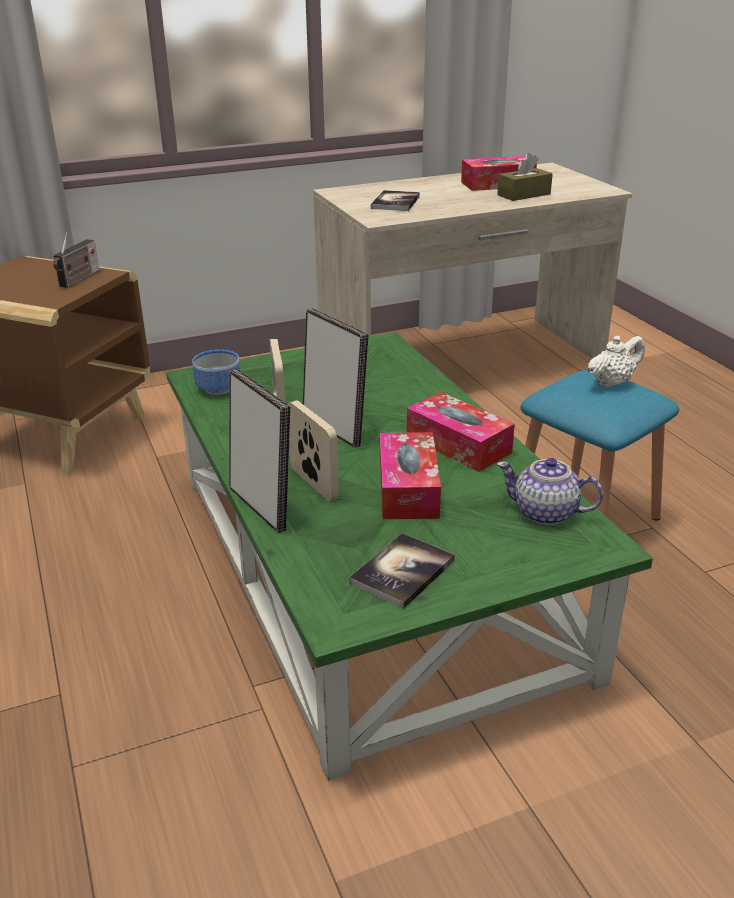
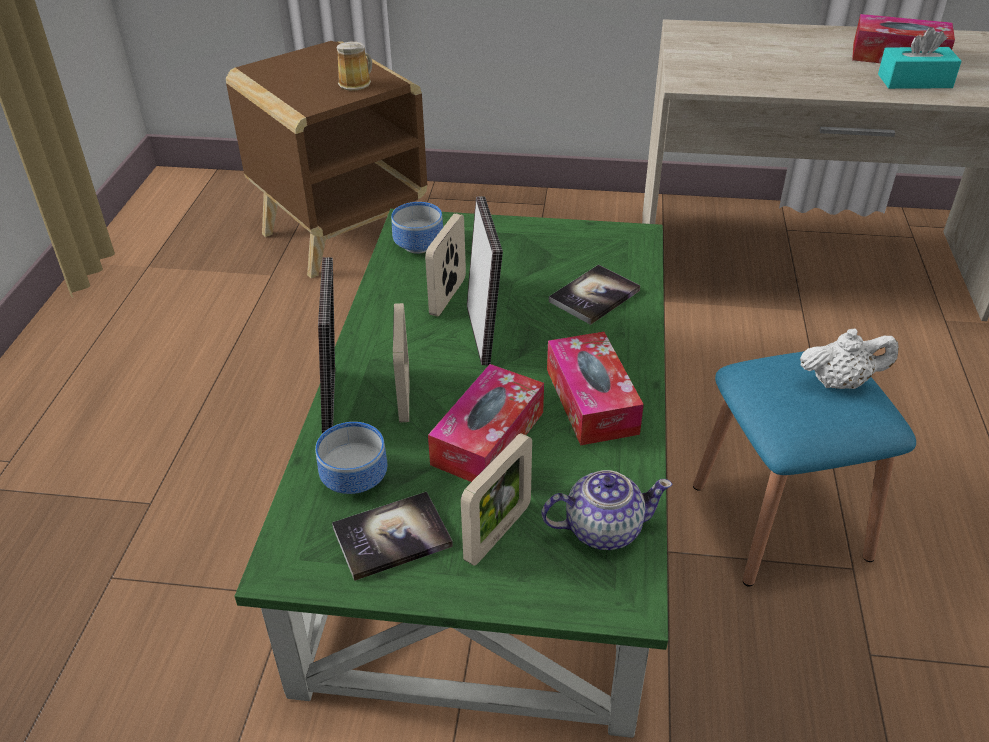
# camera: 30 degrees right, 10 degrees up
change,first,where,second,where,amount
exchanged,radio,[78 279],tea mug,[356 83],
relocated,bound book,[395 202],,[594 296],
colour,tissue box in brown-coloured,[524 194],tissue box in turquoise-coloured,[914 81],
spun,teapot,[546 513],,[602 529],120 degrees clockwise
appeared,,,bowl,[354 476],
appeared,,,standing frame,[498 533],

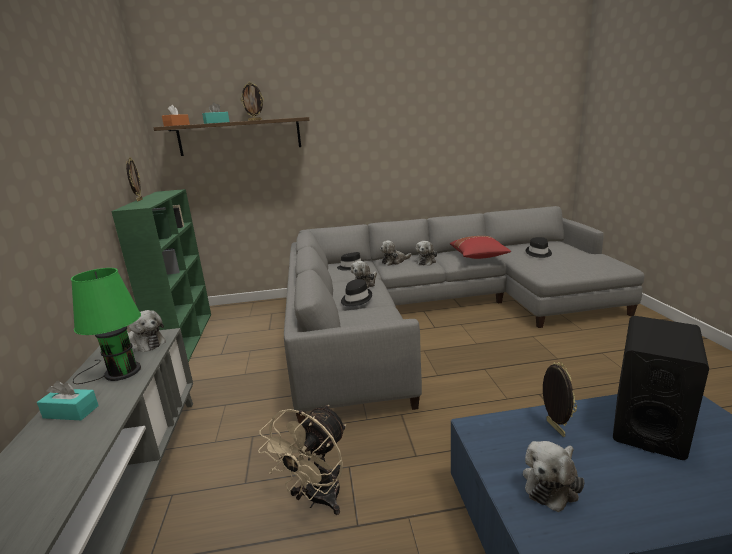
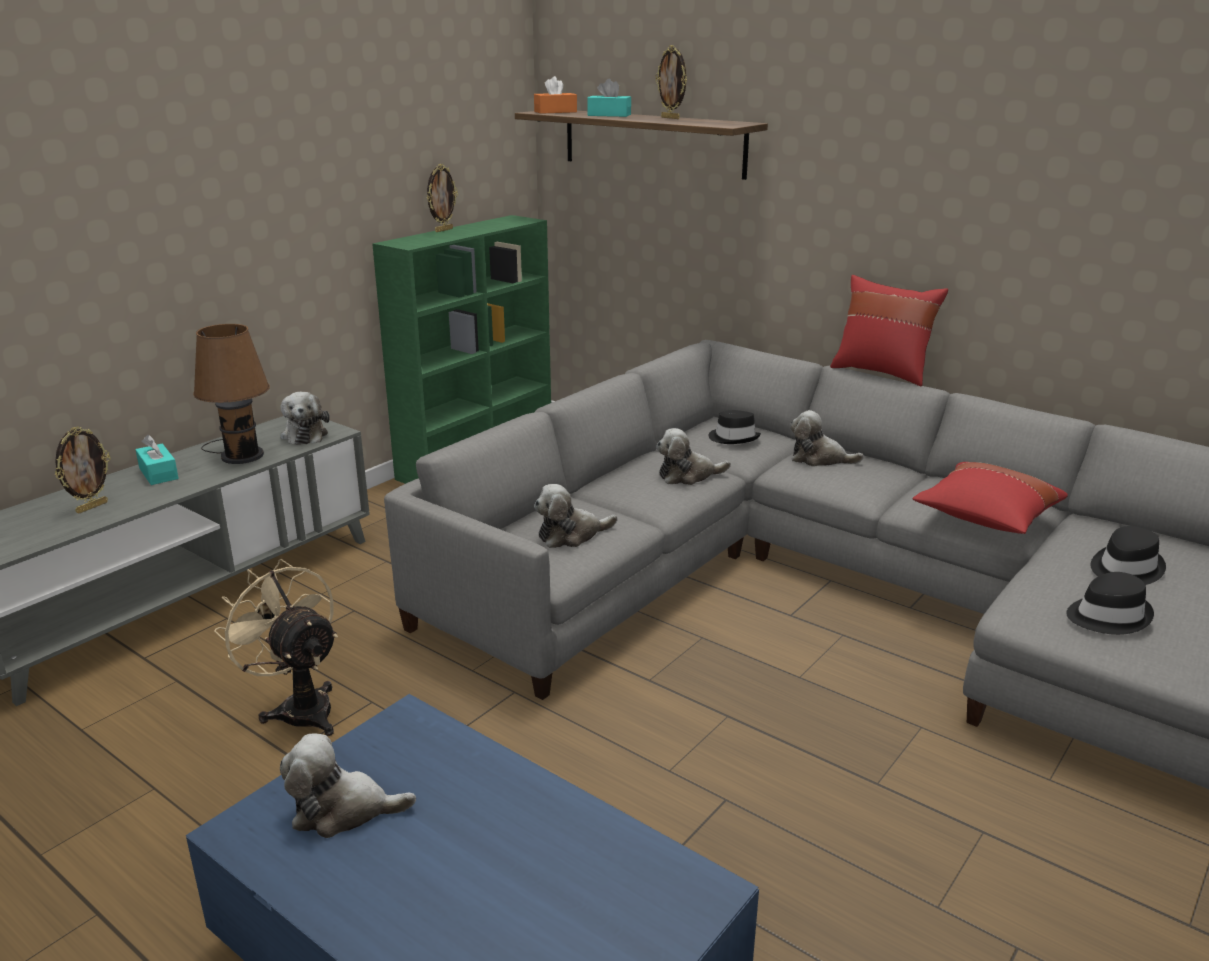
# camera: 45 degrees right, 5 degrees up
change,first,where,second,where,amount
colour,table lamp in green,[119 372],table lamp in brown-coloured,[240 454],
spun,electric fan in beige,[317 499],,[299 707],60 degrees clockwise
relocated,wearable hat in black-coloured,[355 299],,[1107 616],
relocated,plush toy,[426 261],,[571 535],
relocated,standing frame,[554 428],,[91 507],
missing,audio speaker in black-coloured,[648 425],,,
appeared,,,pillow in red,[882 372],

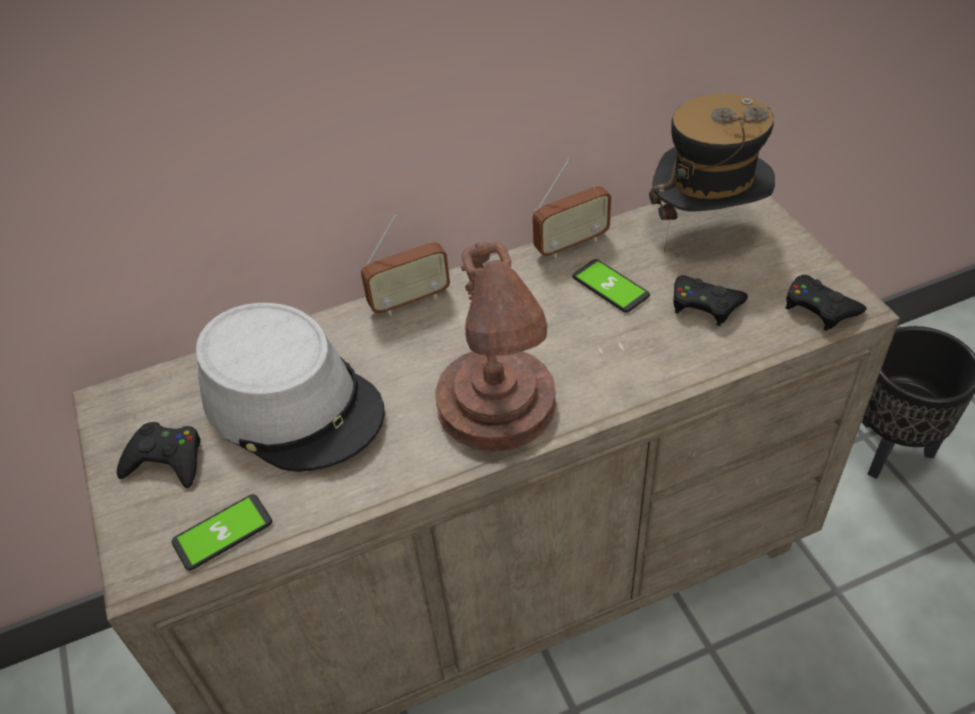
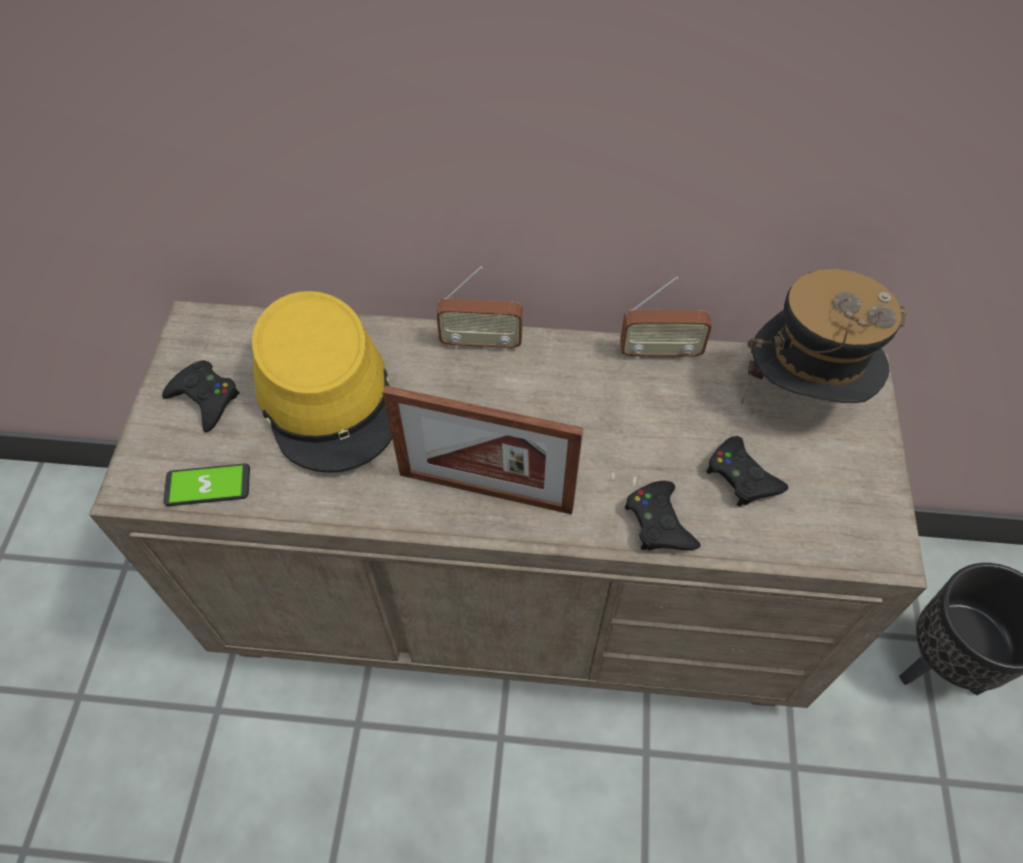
# camera: 25 degrees right, 10 degrees up
change,first,where,second,where,amount
colour,wearable hat in greyish,[293 403],wearable hat in yellow-coloured,[328 395],
exchanged,table lamp in brown-coloured,[499 412],standing frame,[485 491],
missing,handset,[610 286],,,
relocated,game controller in black-coloured,[820 307],,[659 522],

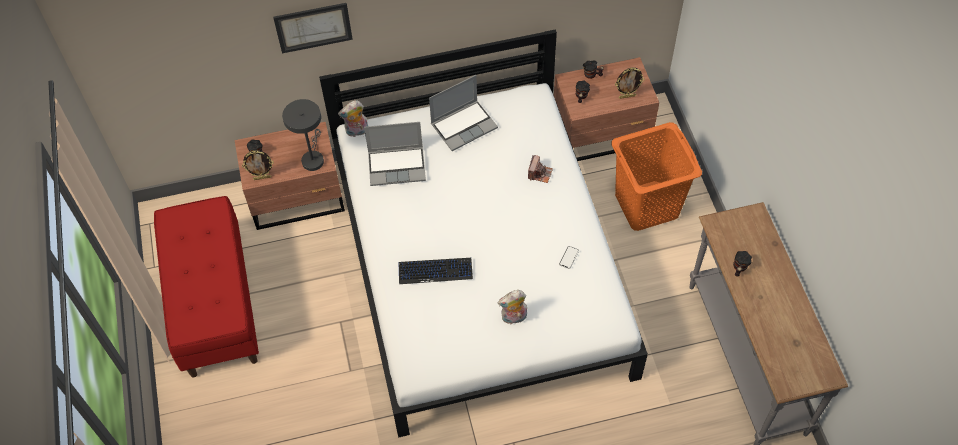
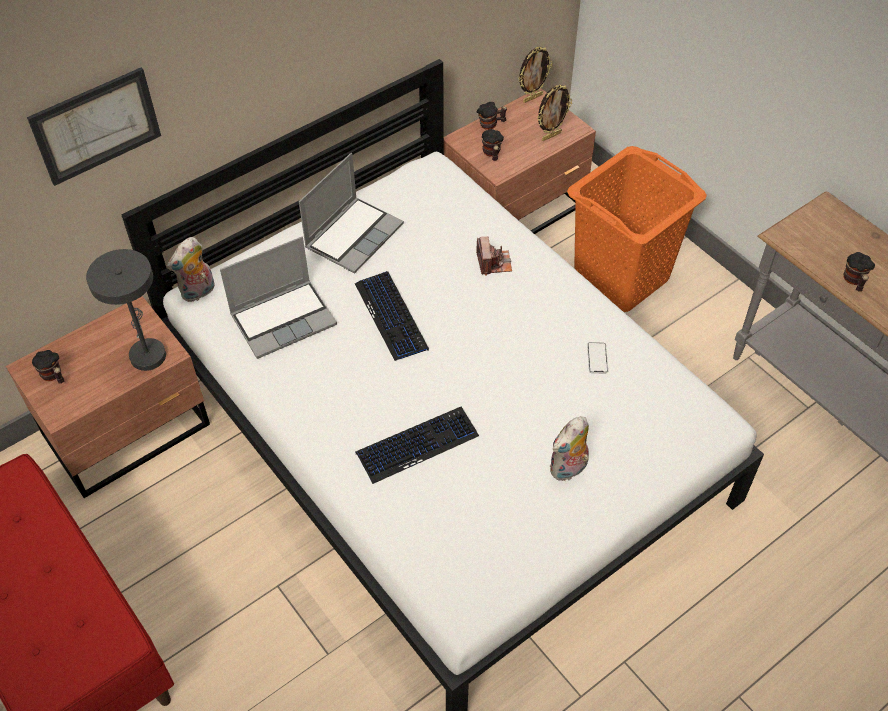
# camera: 25 degrees left, 5 degrees down
change,first,where,second,where,amount
relocated,standing frame,[262 177],,[532 98],
appeared,,,keyboard,[391 316],

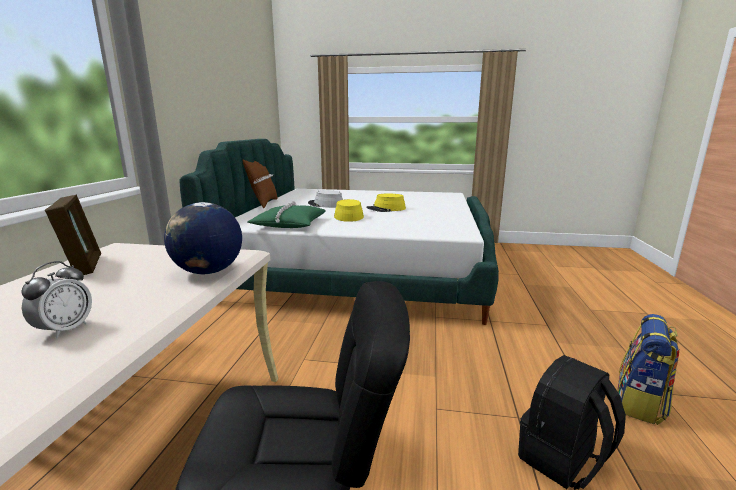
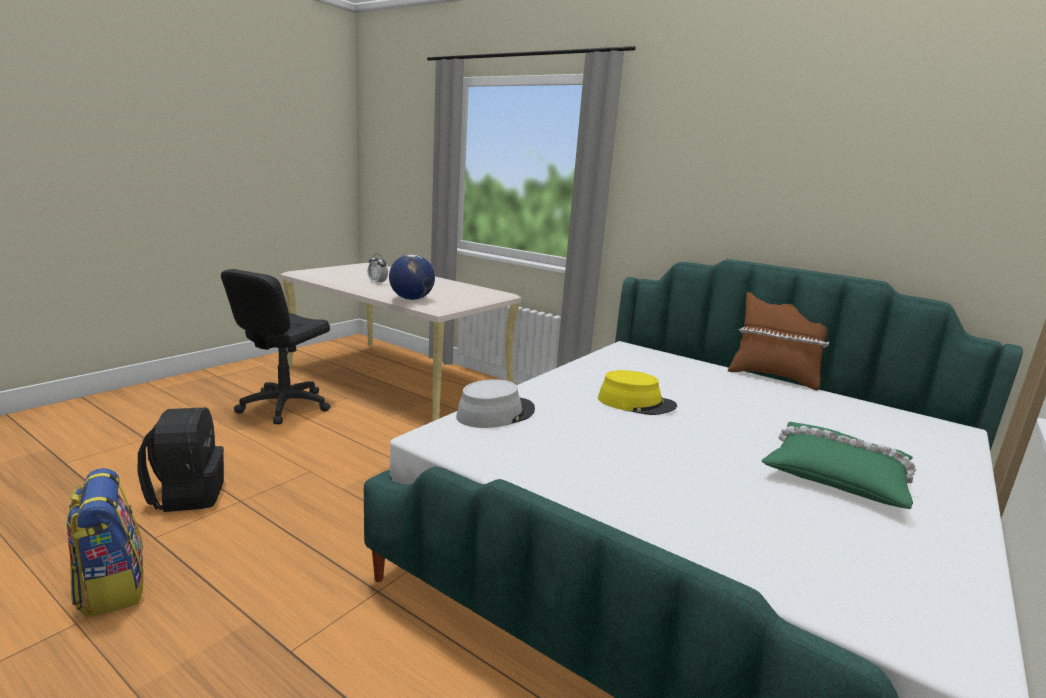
# camera: 115 degrees right, 0 degrees up
change,first,where,second,where,amount
missing,standing frame,[83 266],,,
relocated,pillow in green,[289 224],,[836 474],
relocated,wearable hat in greyish,[325 204],,[495 413],
missing,wearable hat in yellow-coloured,[386 209],,,

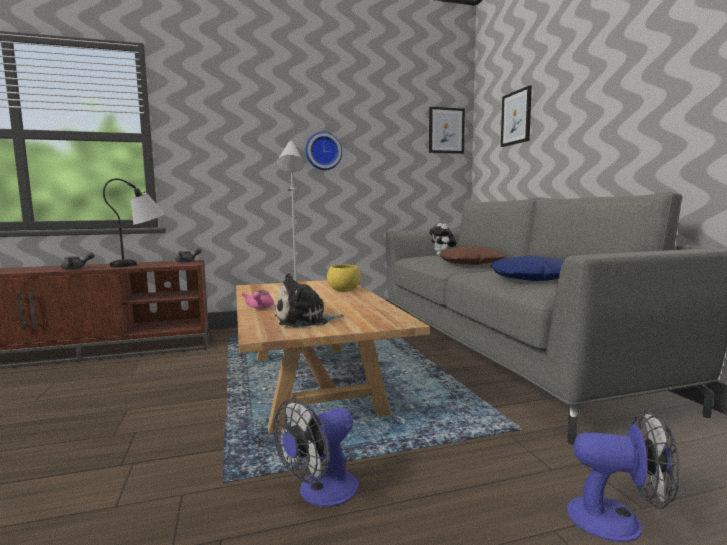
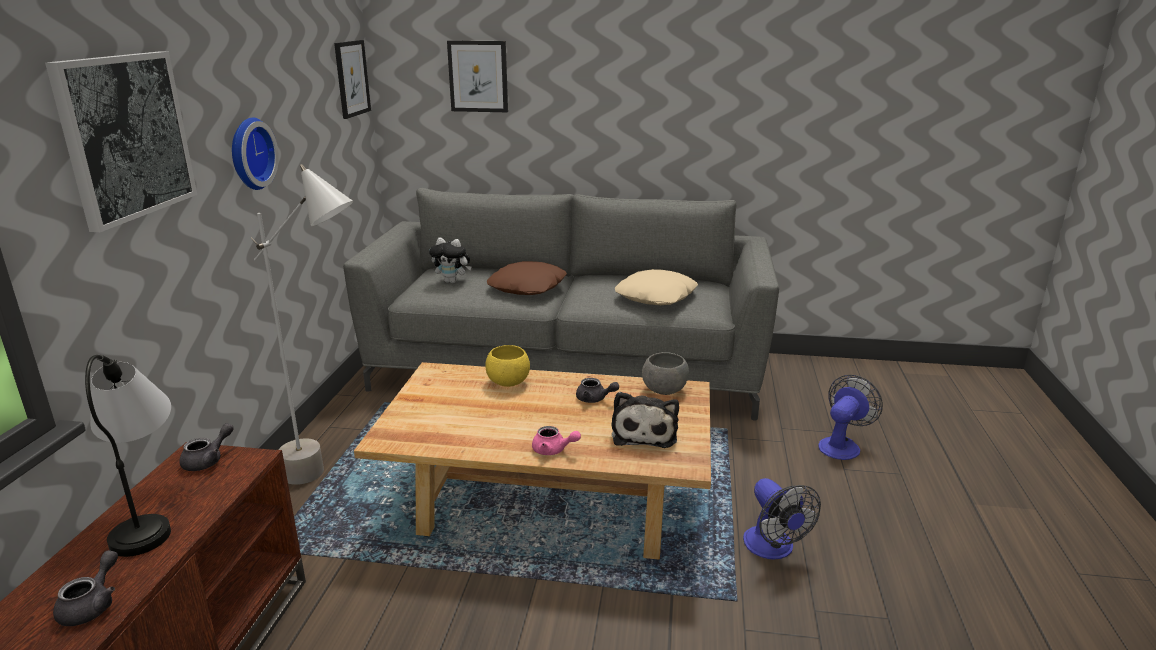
# camera: 65 degrees left, 15 degrees up
change,first,where,second,where,amount
colour,pillow in blue,[532 278],pillow in beige,[656 296],
appeared,,,wall art,[125 137],
appeared,,,teapot in greyish,[594 399],
appeared,,,bowl in greyish,[665 391],

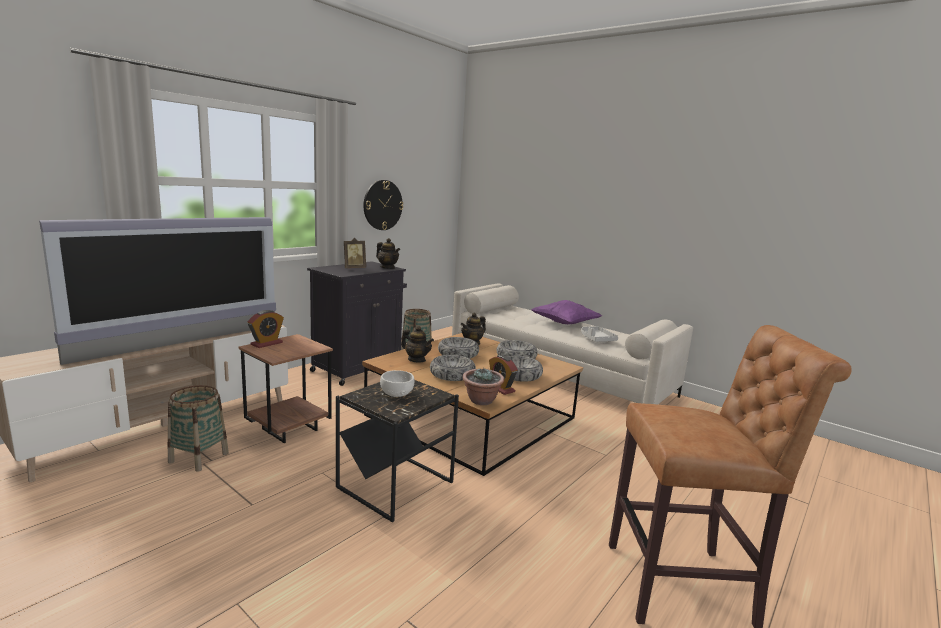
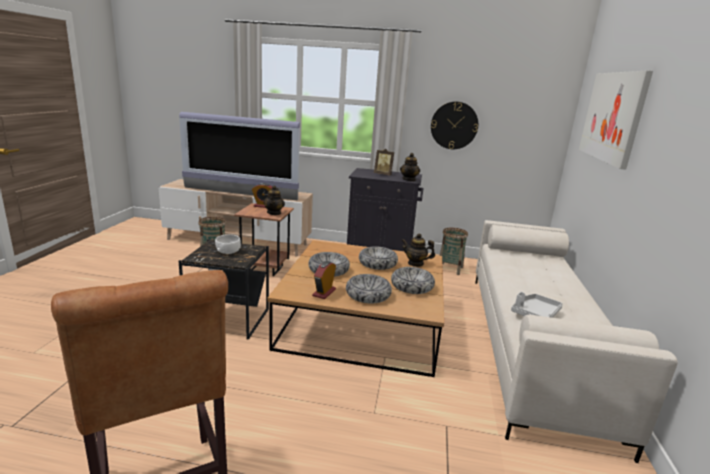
# camera: 60 degrees right, 5 degrees up
change,first,where,second,where,amount
relocated,teapot,[416 360],,[274 213],
missing,potted plant,[481 401],,,
missing,pillow in purple-coloured,[565 324],,,
appeared,,,wall art,[612 116],

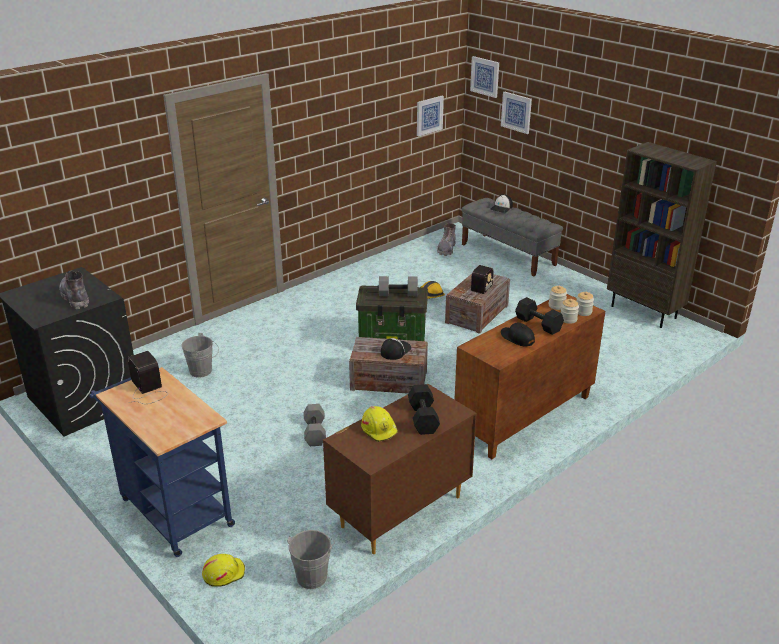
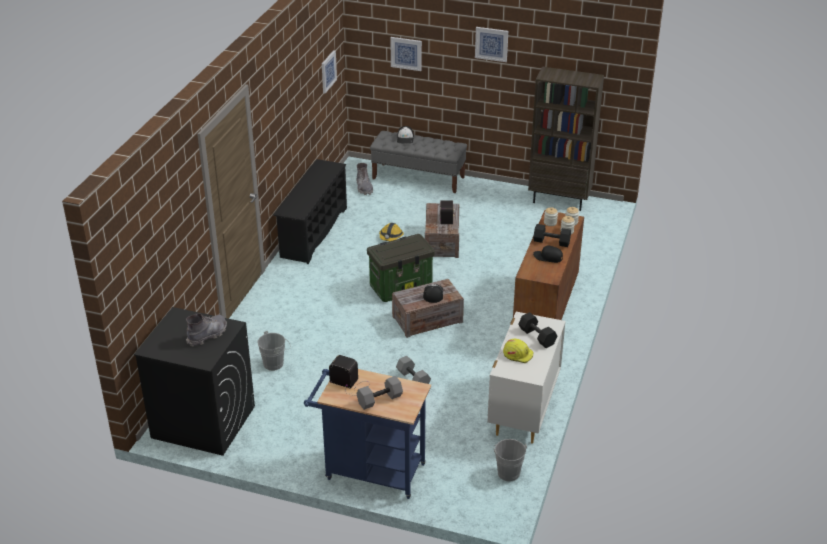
# camera: 30 degrees left, 5 degrees up
change,first,where,second,where,amount
spun,boot in greyish,[75 298],,[207 335],105 degrees clockwise
missing,safety helmet in yellow-coloured,[223 573],,,
colour,chest of drawers in brown-coloured,[399 511],chest of drawers in whitish,[523 410],
relocated,free weight in greyish,[398 293],,[379 399],
relocated,wall art,[485 76],,[491 44],
appeared,,,shoe stand in black-coloured,[313 232],

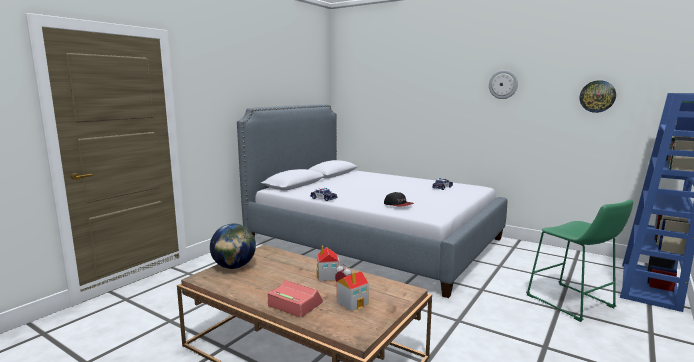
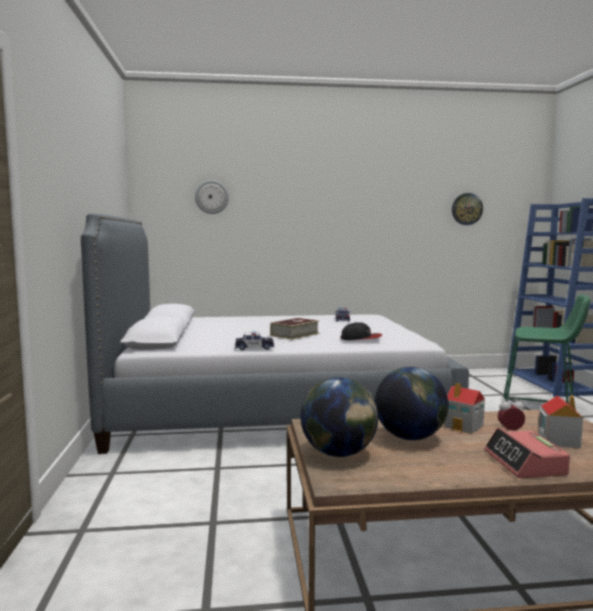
# camera: 40 degrees left, 5 degrees down
change,first,where,second,where,amount
spun,bedside clock,[294 304],,[525 463],90 degrees counterclockwise
relocated,wall clock,[503 84],,[211 197],
appeared,,,bound book,[295 334],
appeared,,,world globe,[410 438],

